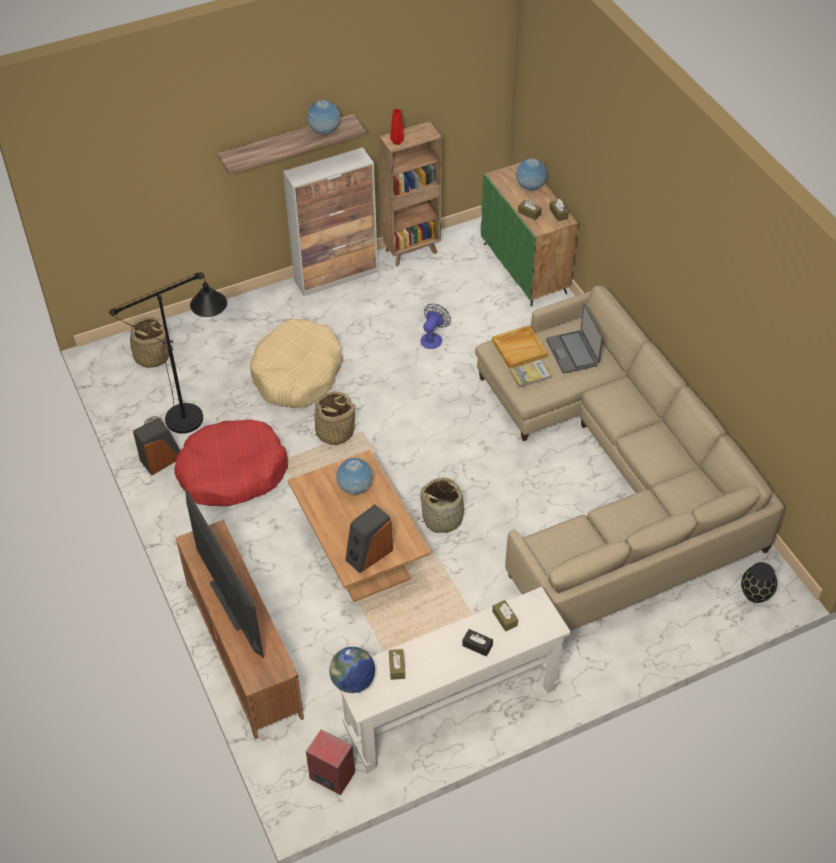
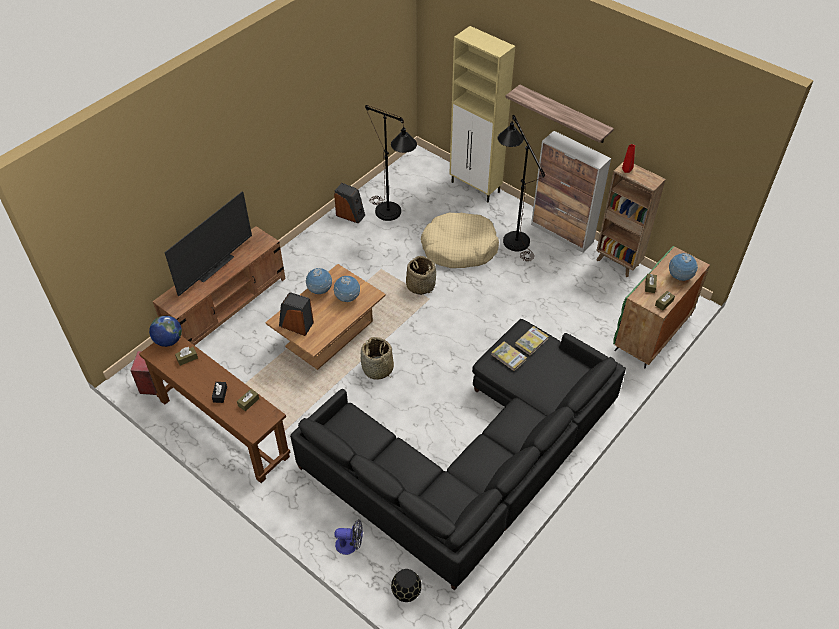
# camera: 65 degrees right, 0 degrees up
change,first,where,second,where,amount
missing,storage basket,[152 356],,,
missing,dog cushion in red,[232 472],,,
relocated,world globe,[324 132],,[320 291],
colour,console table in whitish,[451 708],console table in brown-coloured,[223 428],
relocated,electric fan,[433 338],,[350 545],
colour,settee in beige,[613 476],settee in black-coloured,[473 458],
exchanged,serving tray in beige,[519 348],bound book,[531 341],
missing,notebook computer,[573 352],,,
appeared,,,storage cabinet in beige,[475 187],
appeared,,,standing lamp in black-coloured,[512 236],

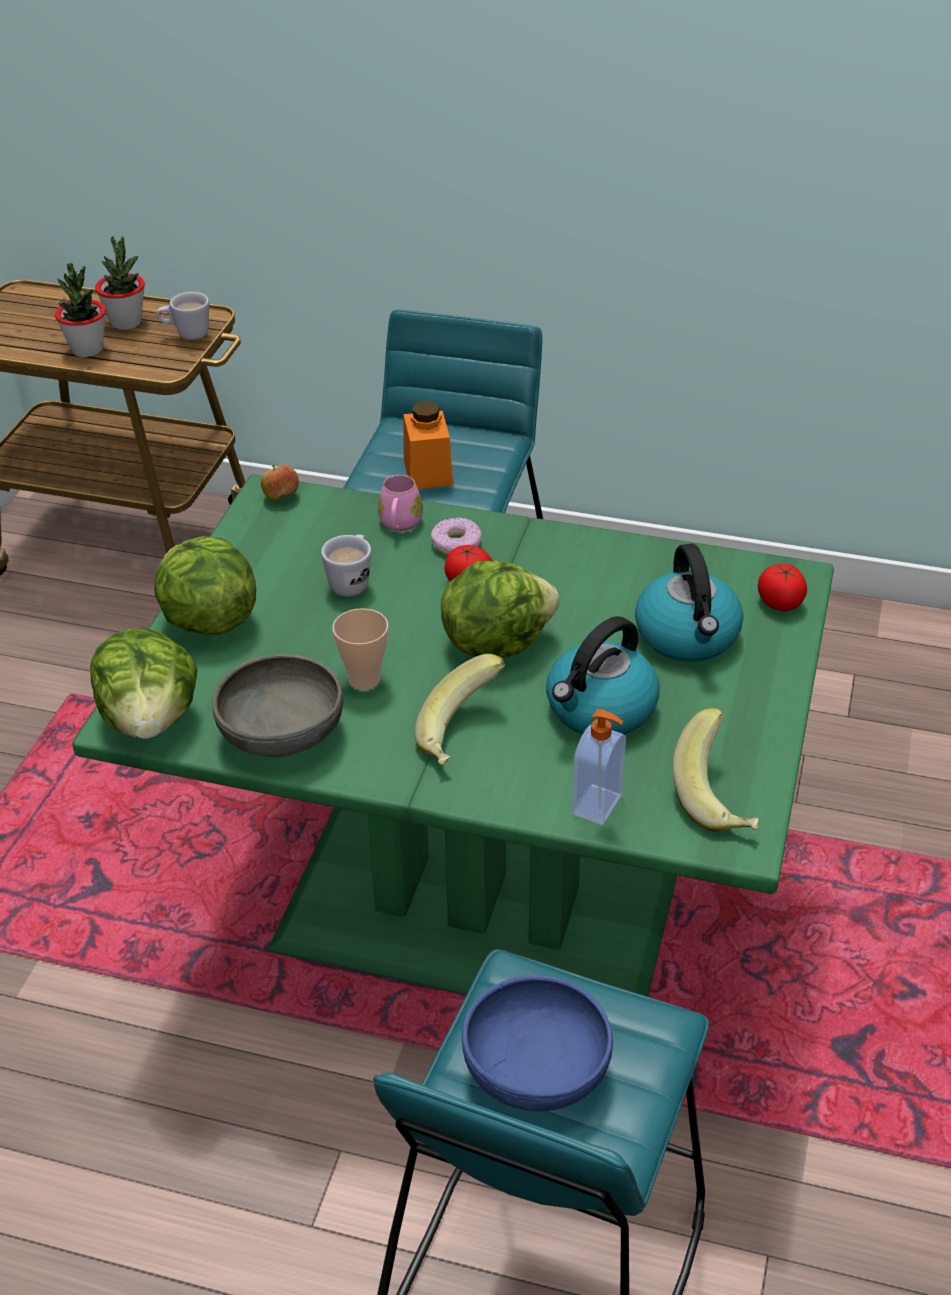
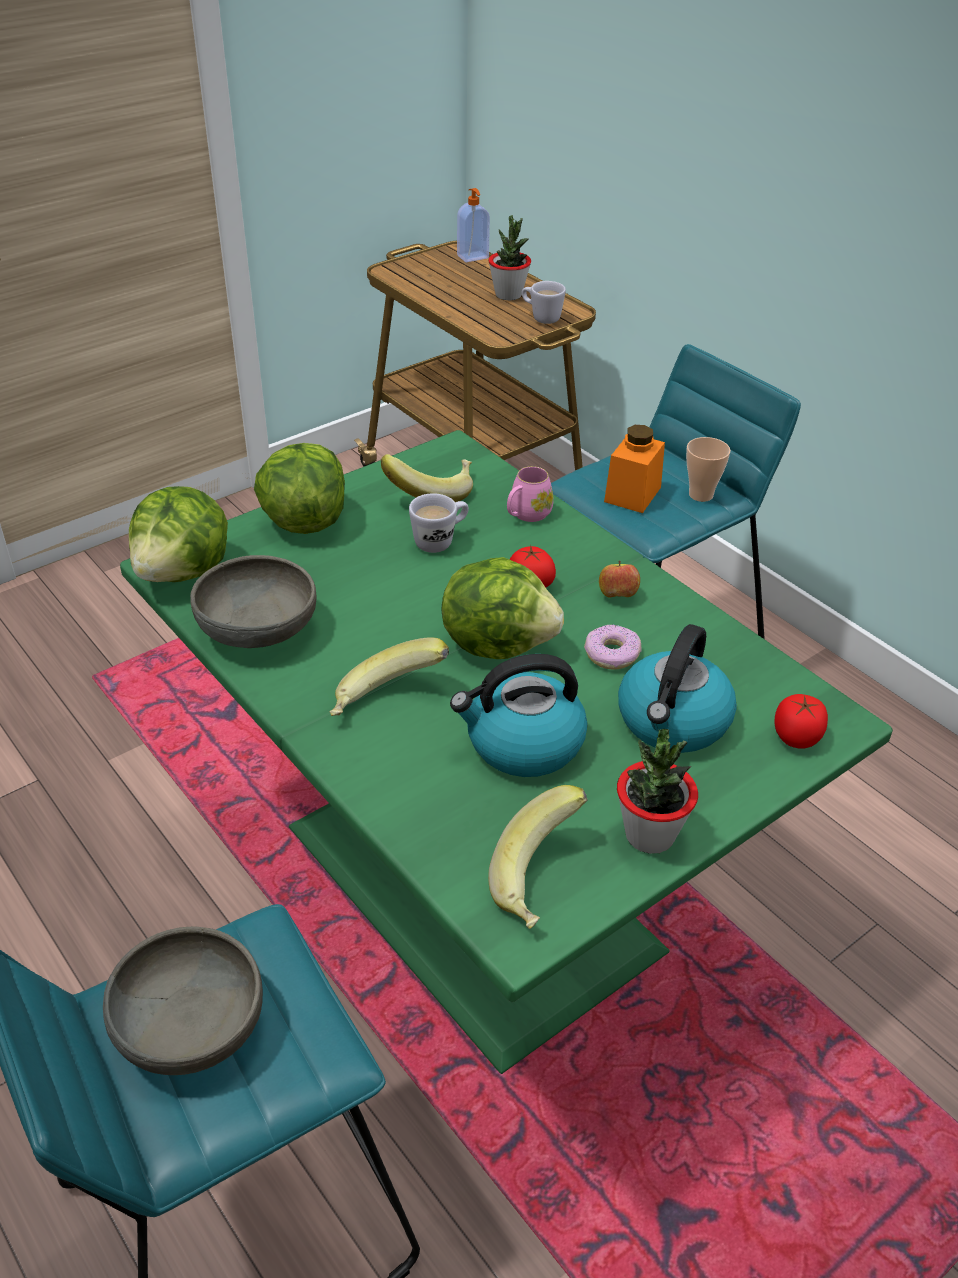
# camera: 35 degrees right, 0 degrees up
change,first,where,second,where,amount
relocated,potted plant,[87 350],,[649 835],
relocated,apple fruit,[281 497],,[617 595],
relocated,cup,[364 680],,[701 495],
relocated,ring doughnut,[456 544],,[611 654],
colour,bowl in blue,[535 1069],bowl in greyish,[190 1025],
relocated,liquid soap bottle,[598 805],,[473 257],
appeared,,,banana,[431 492],

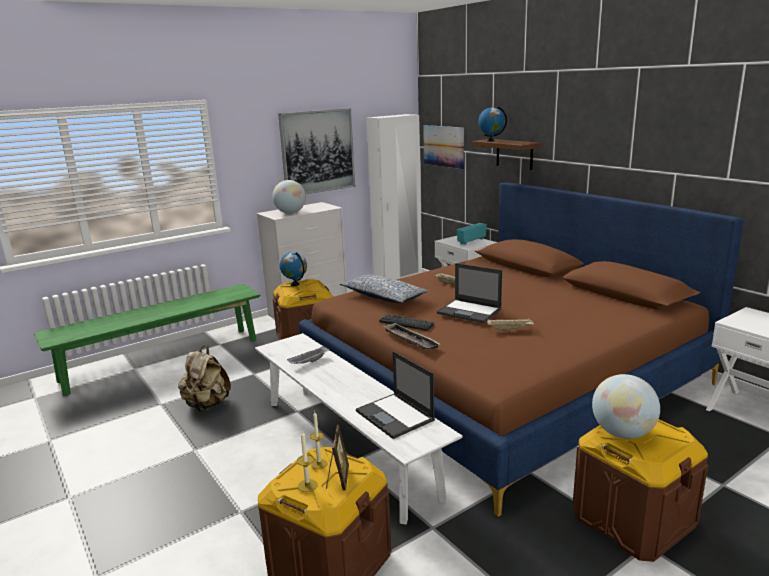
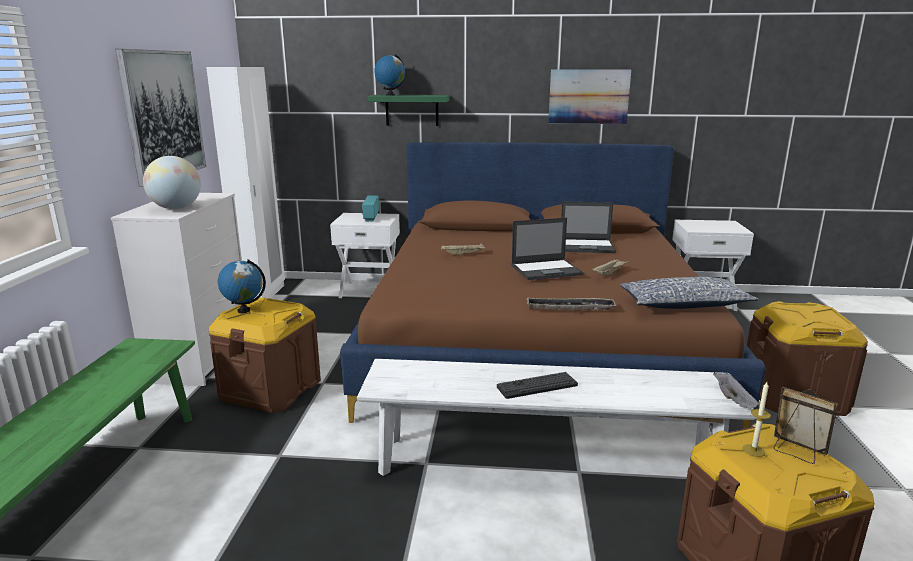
# camera: 50 degrees left, 0 degrees up
change,first,where,second,where,amount
missing,rucksack in beige,[207 405],,,
relocated,serving tray in greyish,[309 362],,[734 400],
missing,wax light,[307 485],,,
relocated,pillow,[383 297],,[683 304],
relocated,notebook computer,[395 416],,[587 246],
relocated,keyboard,[406 323],,[537 386],
relocated,wall art,[443 146],,[588 96],
colour,wall shelf in brown-coloured,[514 154],wall shelf in green,[412 110],
missing,world globe,[622 433],,,

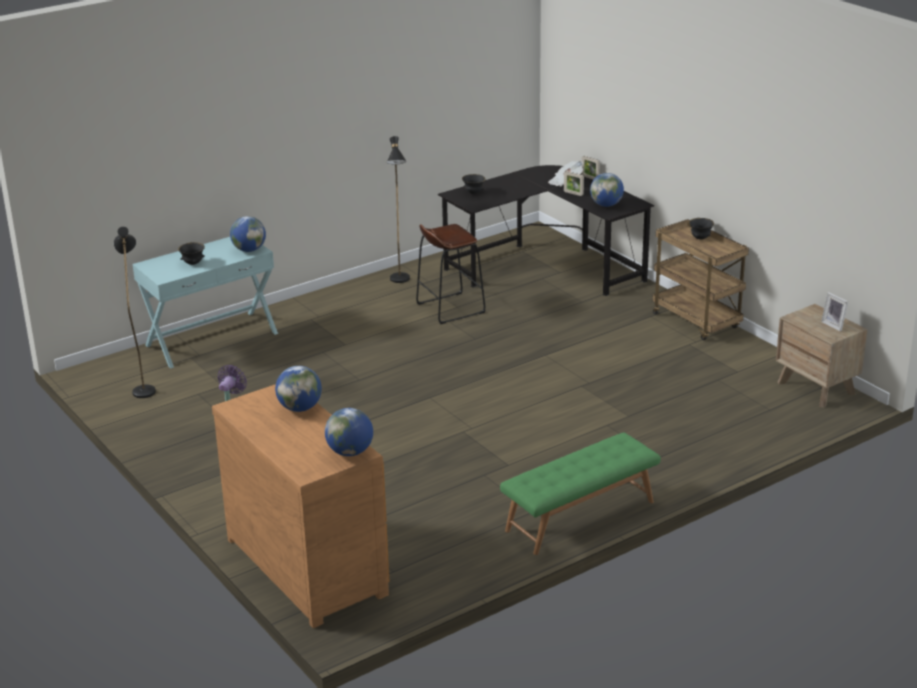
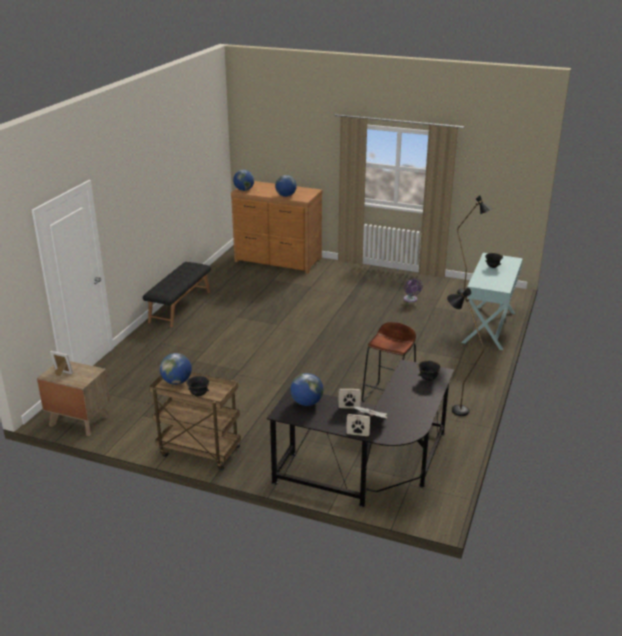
# camera: 145 degrees right, 0 degrees up
change,first,where,second,where,amount
relocated,world globe,[249 250],,[177 382],
colour,long seat in green,[580 516],long seat in black-coloured,[179 306],

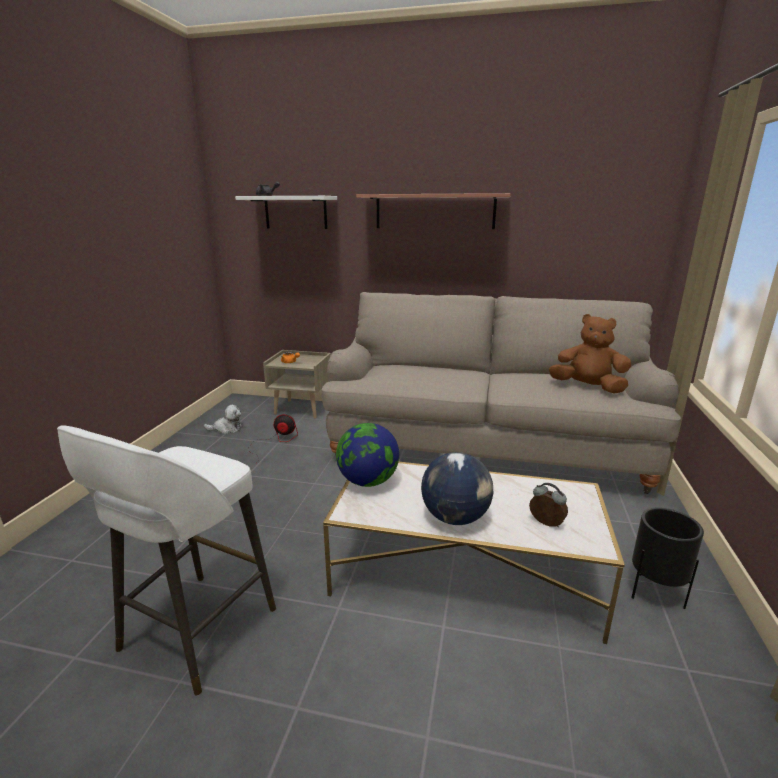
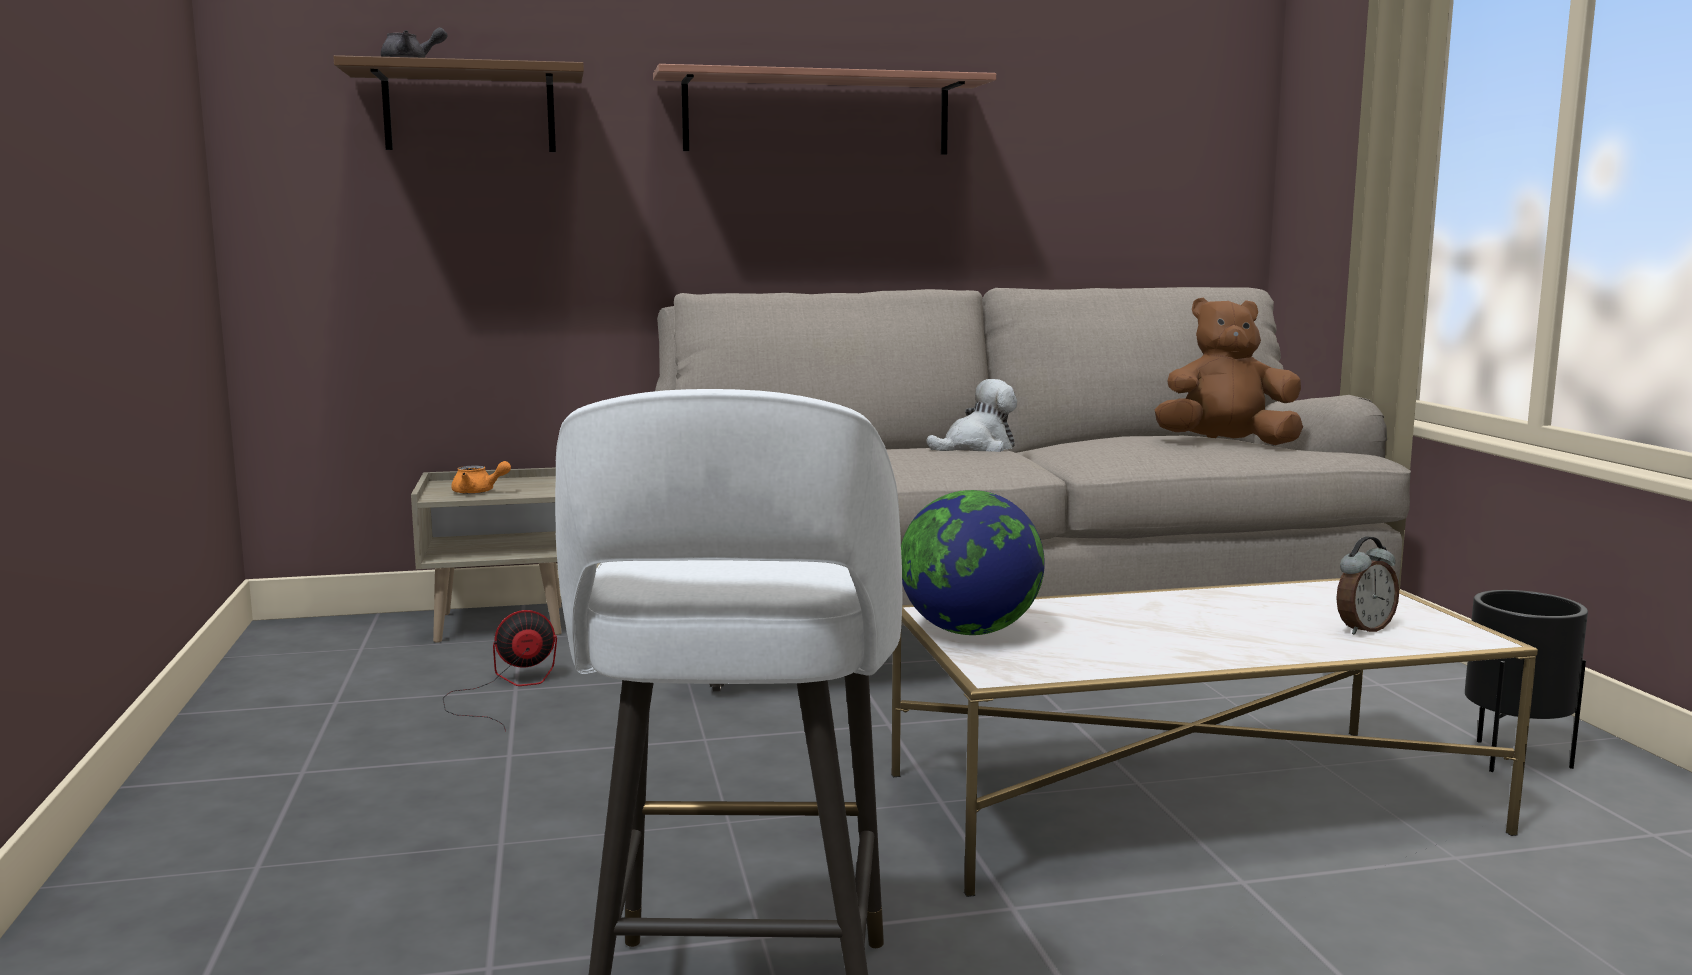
# camera: 25 degrees left, 10 degrees down
change,first,where,second,where,amount
relocated,plush toy,[226 429],,[977 448],
colour,wall shelf in whitish,[296 212],wall shelf in brown-coloured,[469 111],
missing,world globe,[456 518],,,
spun,bedside clock,[545 524],,[1363 629],135 degrees clockwise

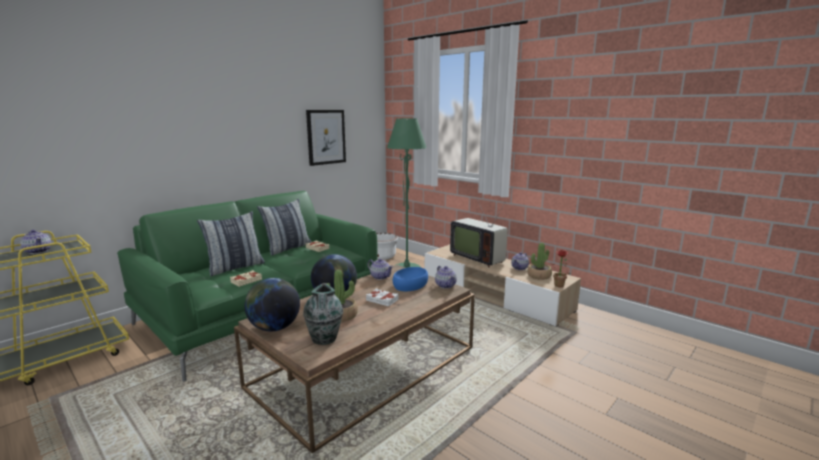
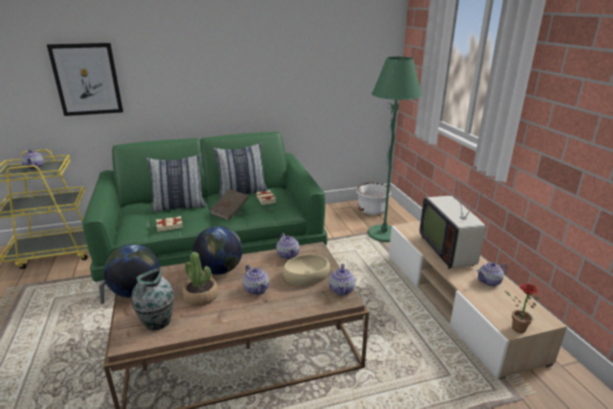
# camera: 30 degrees right, 10 degrees up
change,first,where,second,where,amount
relocated,wall art,[326 137],,[87 79],
exchanged,bound book in whitish,[382 300],teapot,[256 289],
colour,bowl in blue,[410 285],bowl in beige,[306 276],
missing,potted plant,[539 276],,,
appeared,,,bound book in brown-coloured,[230 212],

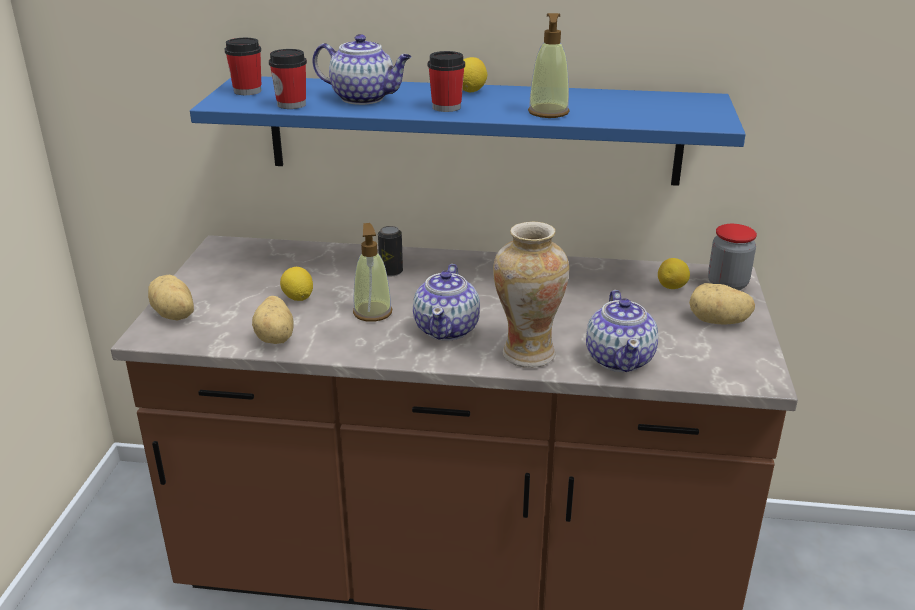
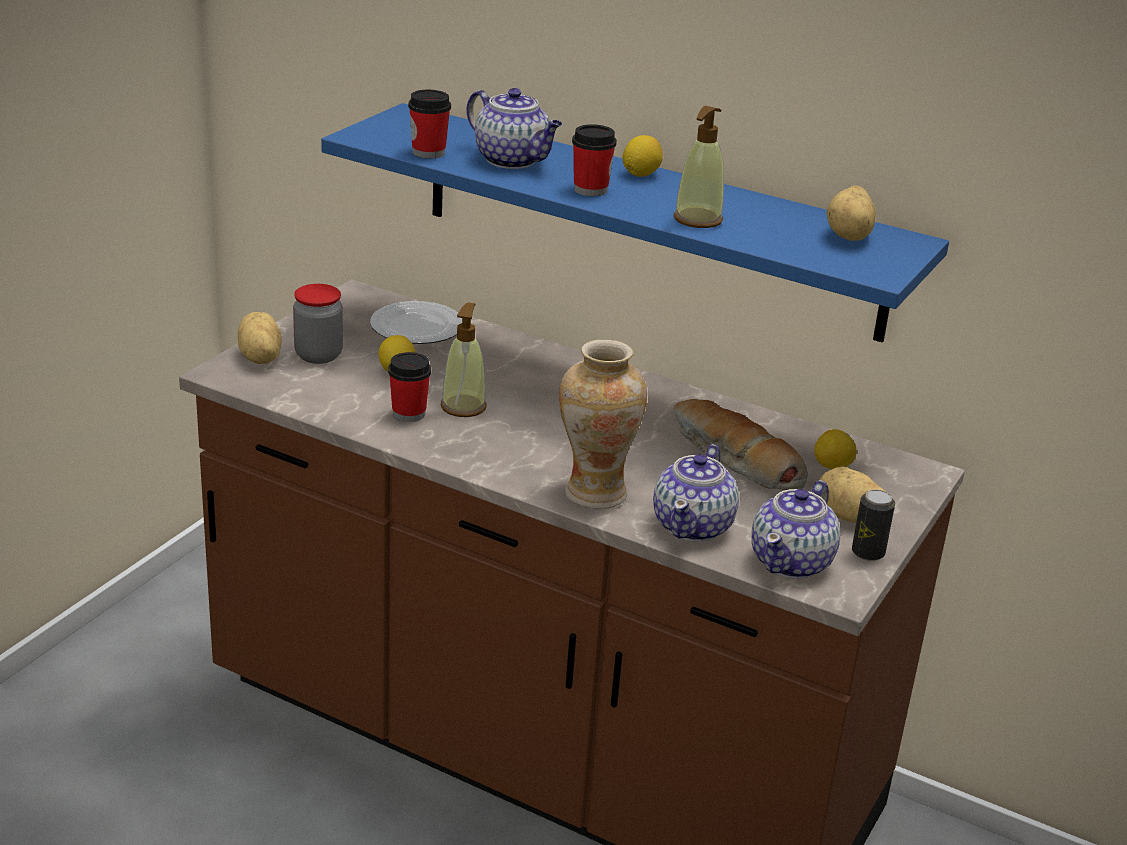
# camera: 20 degrees right, 0 degrees up
change,first,where,second,where,amount
relocated,cup,[247 91],,[409 413],
relocated,potato,[276 337],,[850 236],
relocated,can,[391 272],,[868 553],
relocated,teapot,[447 329],,[792 562],
relocated,jar,[727 284],,[318 355],
appeared,,,dinner plate,[418 328],
appeared,,,bakery bread,[733 460],

